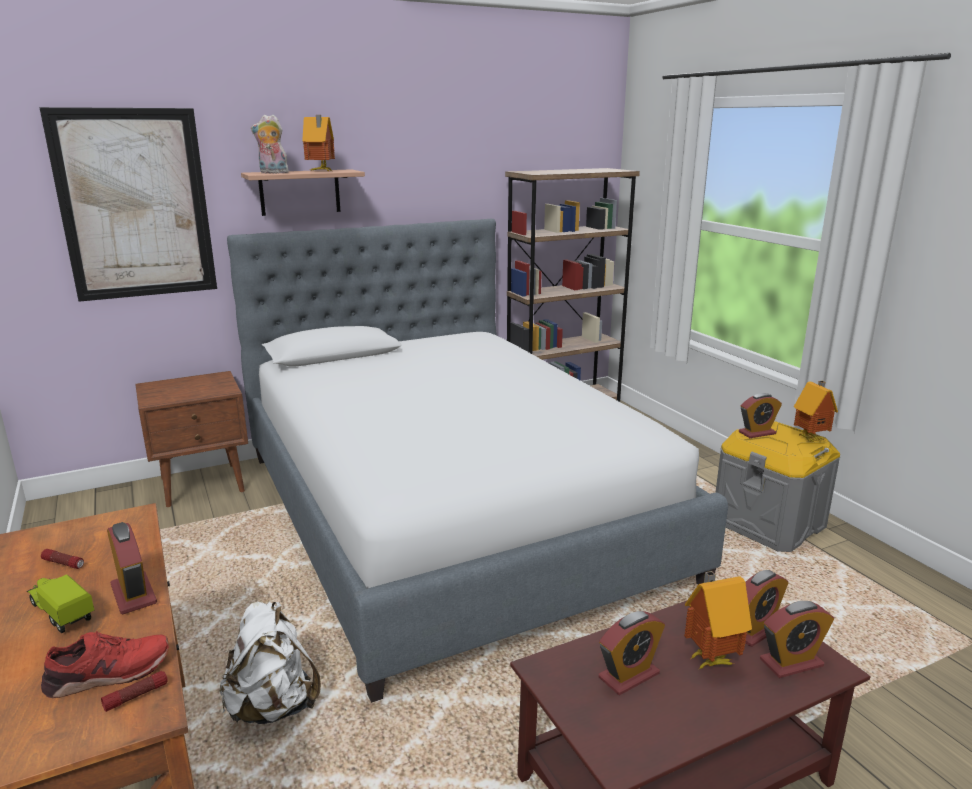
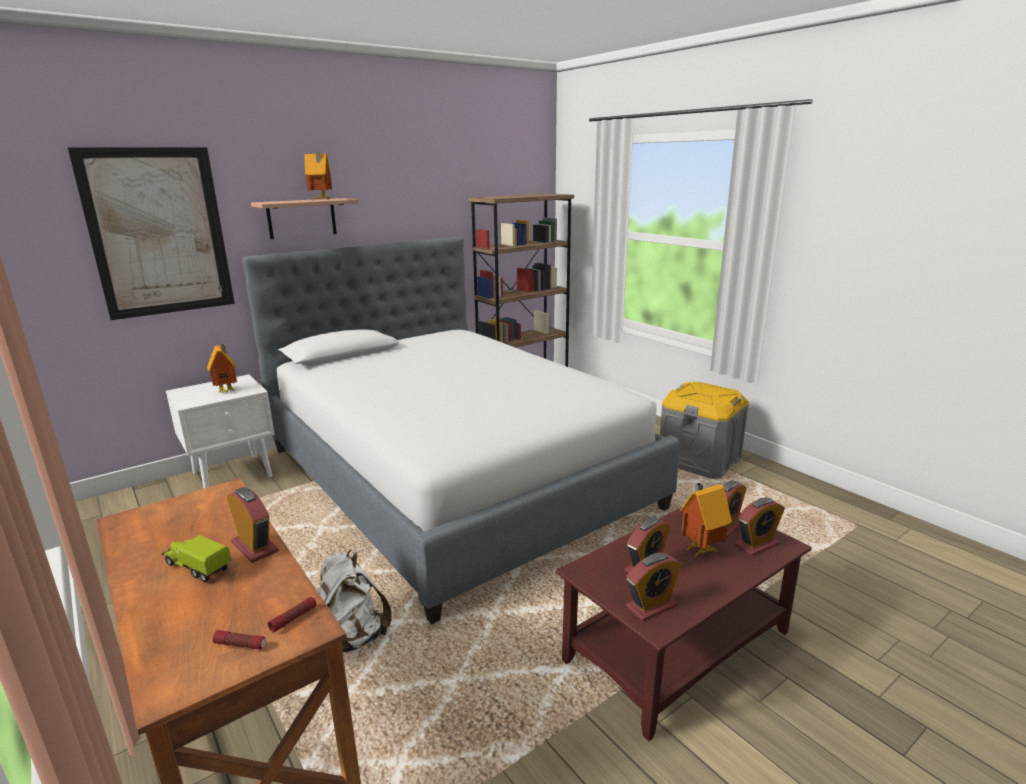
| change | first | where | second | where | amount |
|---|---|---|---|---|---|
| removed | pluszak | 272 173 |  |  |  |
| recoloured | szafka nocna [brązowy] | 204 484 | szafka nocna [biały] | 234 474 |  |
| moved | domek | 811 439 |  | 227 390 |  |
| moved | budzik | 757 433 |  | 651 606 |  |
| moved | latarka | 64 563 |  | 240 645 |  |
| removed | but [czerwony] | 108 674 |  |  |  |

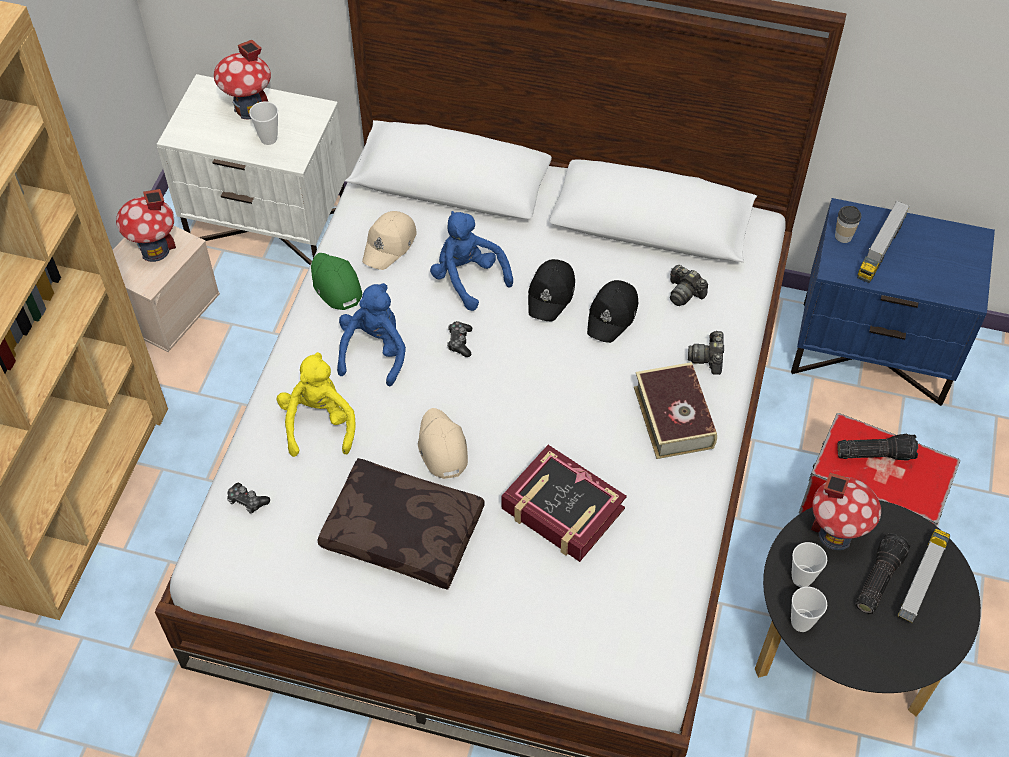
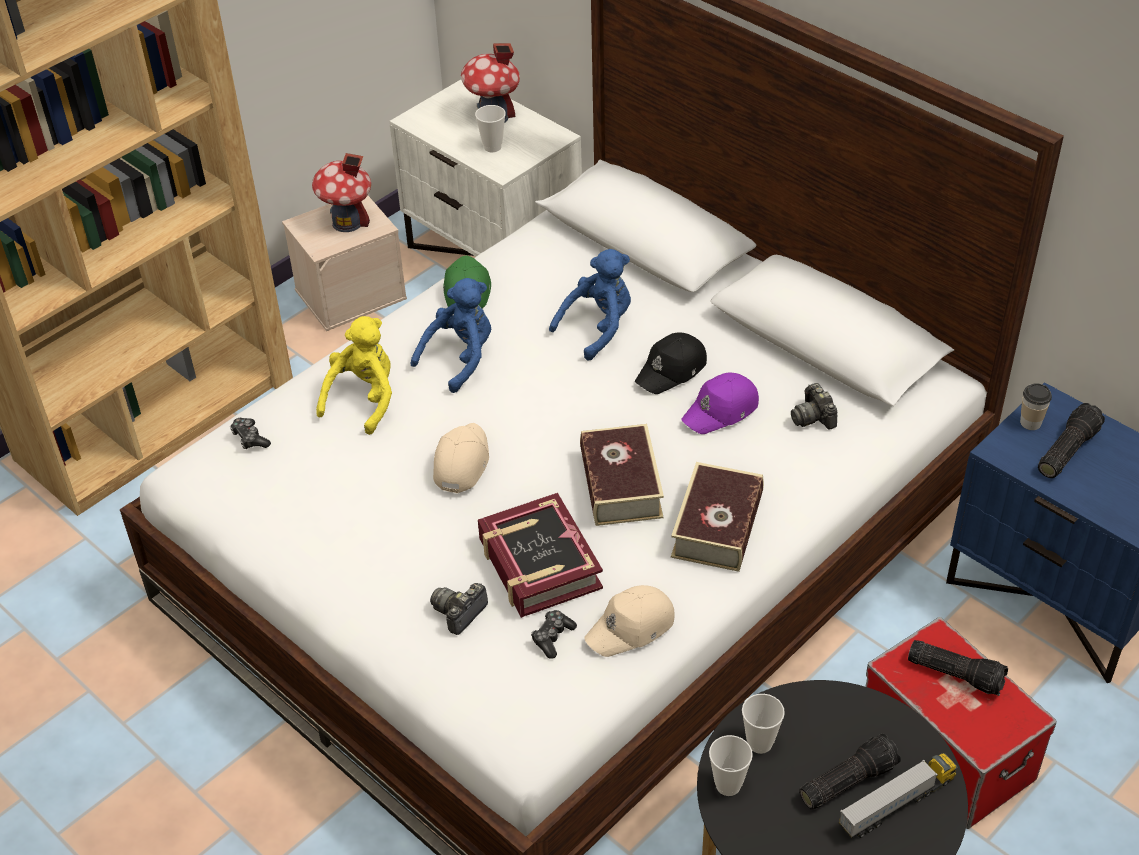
| change | first | where | second | where | amount |
|---|---|---|---|---|---|
| replaced | ciężarówka zabawkowa | 880 249 | latarka | 1066 450 |  |
| moved | czapka z daszkiem [beżowy] | 390 245 |  | 631 628 |  |
| turned | pluszak [niebieski] | 468 278 |  | 598 328 | 60 degrees clockwise |
| recoloured | czapka z daszkiem [czarny] | 612 315 | czapka z daszkiem [fioletowy] | 721 411 |  |
| moved | pad do gier | 459 342 |  | 552 637 |  |
| moved | aparat fotograficzny | 708 358 |  | 459 613 |  |
| removed | poduszka [brązowy] | 405 530 |  |  |  |
| removed | domek | 835 534 |  |  |  |
| added |  |  | książka | 621 485 |  |

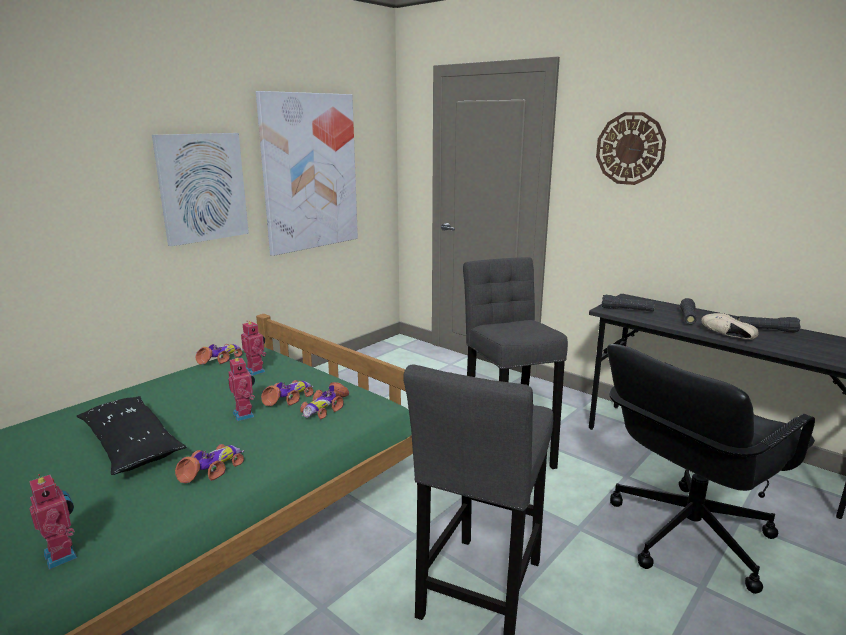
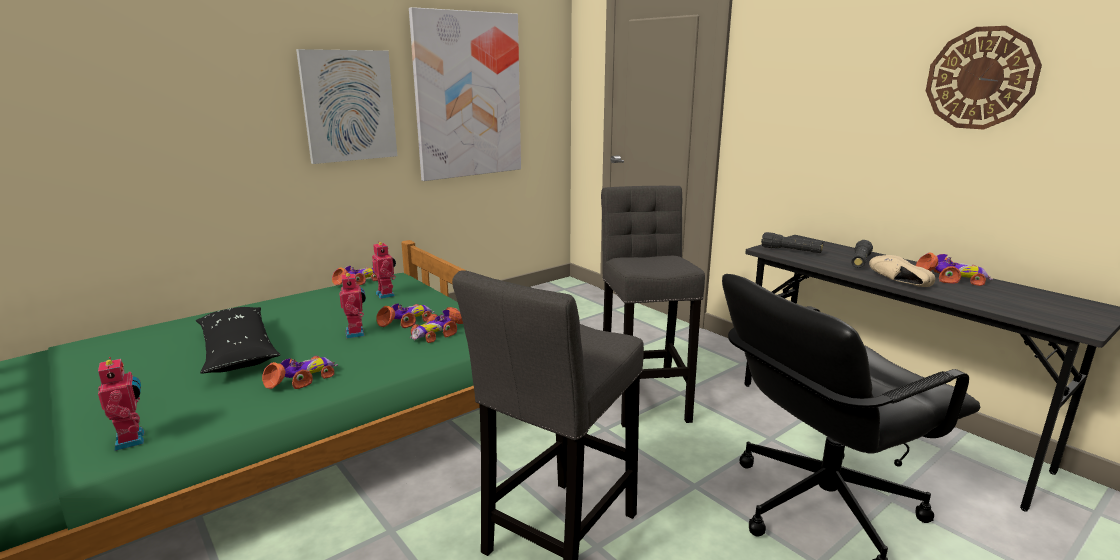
| change | first | where | second | where | amount |
|---|---|---|---|---|---|
| moved | zegar ścienny | 630 148 |  | 980 78 |  |
| replaced | latarka [czarny] | 766 330 | samochodzik | 951 279 |  |

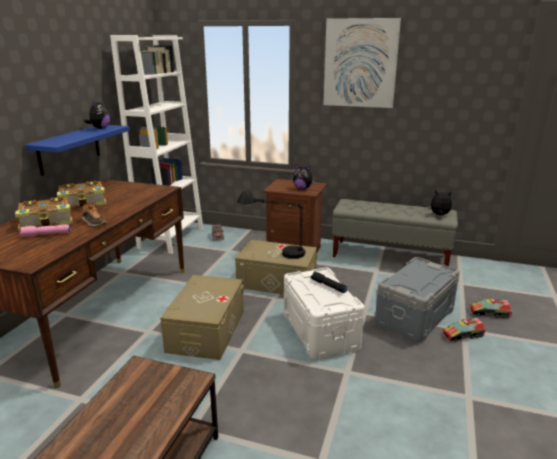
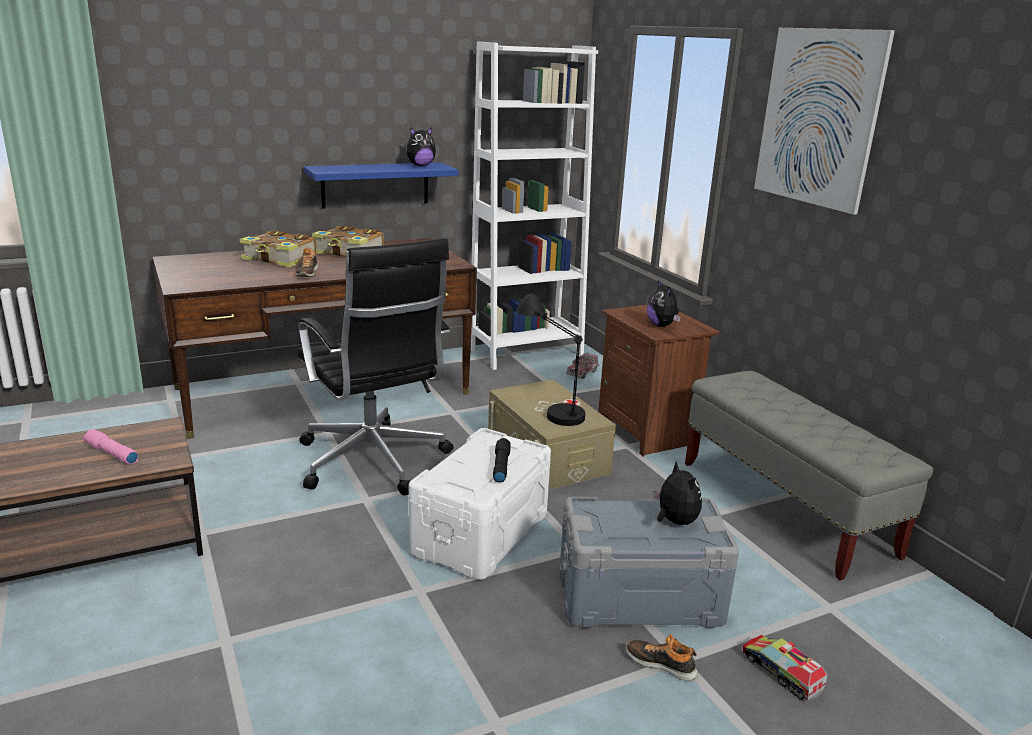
| change | first | where | second | where | amount |
|---|---|---|---|---|---|
| moved | pluszak | 439 215 |  | 674 522 |  |
| moved | latarka [różowy] | 46 235 |  | 111 454 |  |
| replaced | pojemnik do przechowywania [beżowy] | 206 330 | krzesło biurowe [czarny] | 373 462 |  |
| replaced | ciężarówka zabawkowa | 463 335 | but | 661 664 |  |

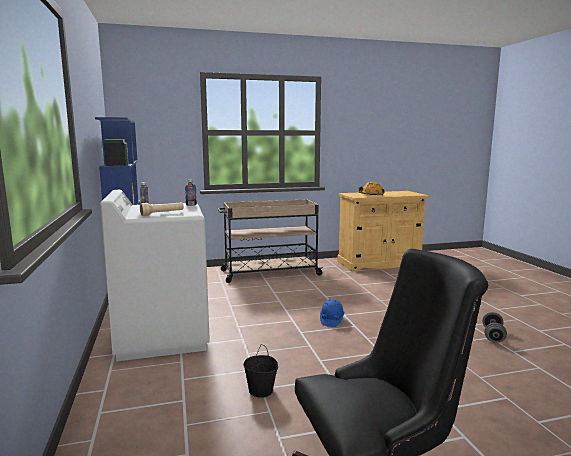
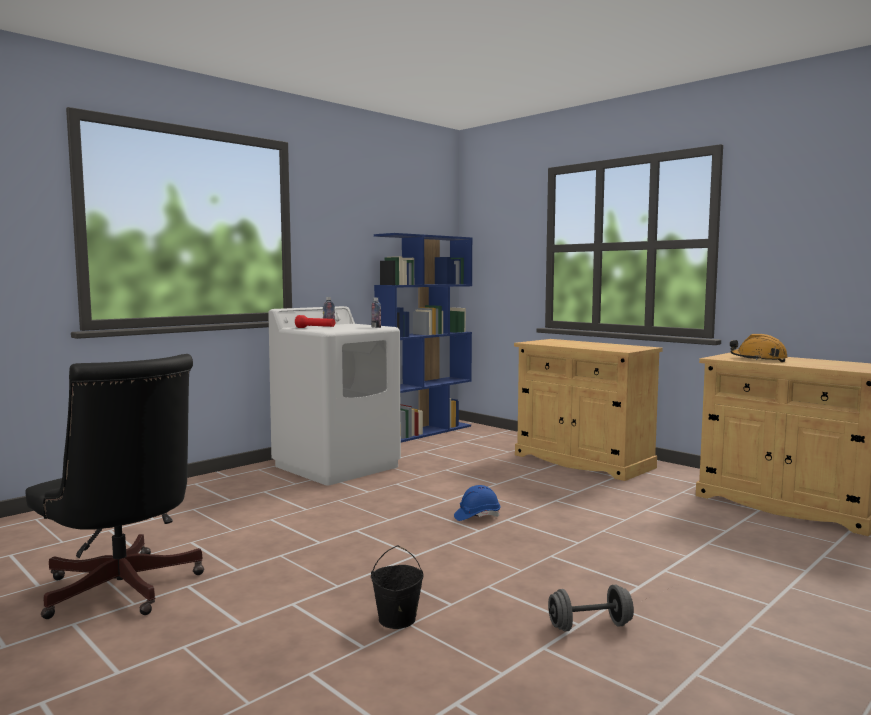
| change | first | where | second | where | amount |
|---|---|---|---|---|---|
| replaced | wózek [beżowy] | 269 273 | szafka [beżowy] | 583 461 |  |
| recoloured | latarka [beżowy] | 162 214 | latarka [czerwony] | 315 328 |  |
| moved | wiadro [czarny] | 261 391 |  | 397 620 |  |

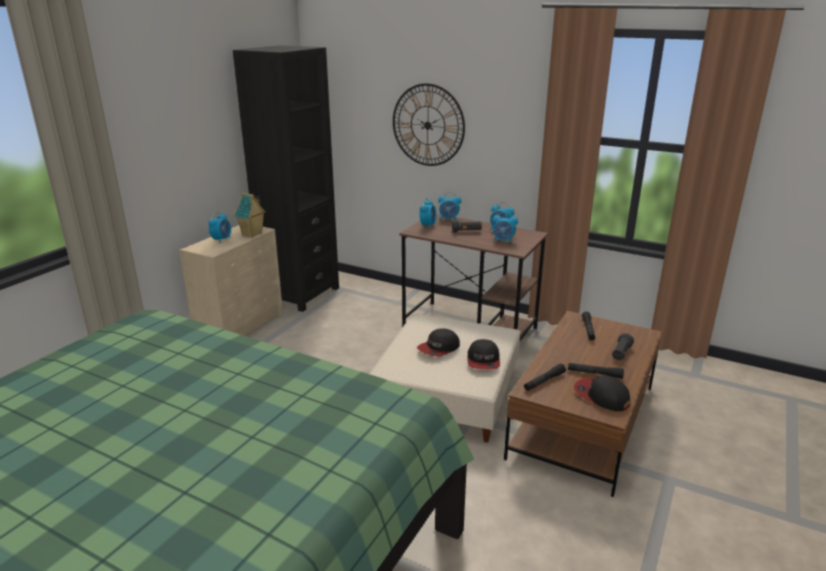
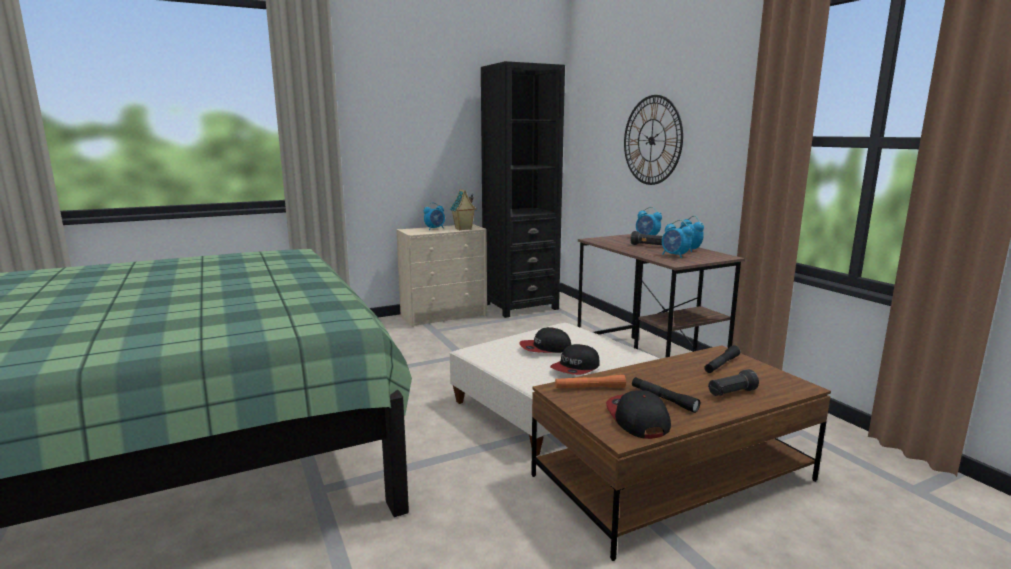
| change | first | where | second | where | amount |
|---|---|---|---|---|---|
| removed | budzik | 428 225 |  |  |  |
| recoloured | latarka [czarny] | 544 381 | latarka [pomarańczowy] | 589 388 |  |

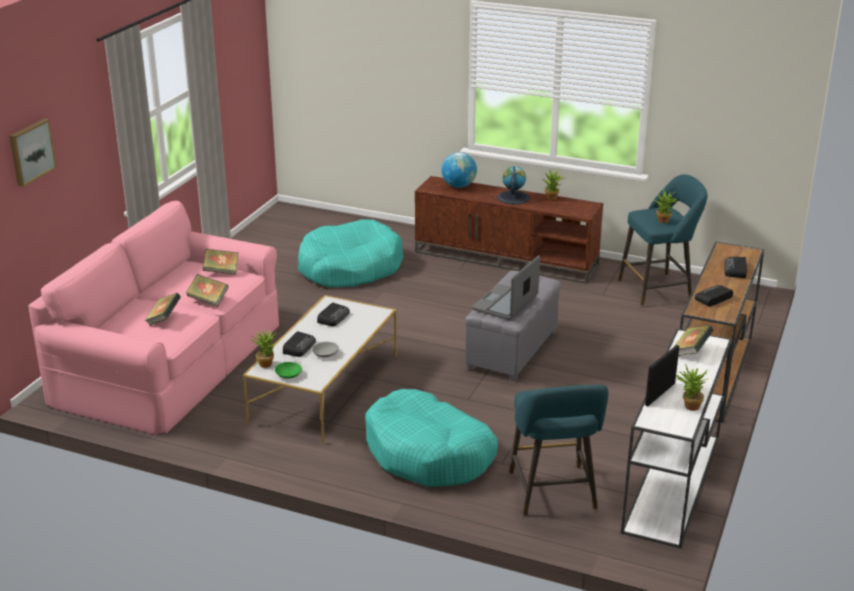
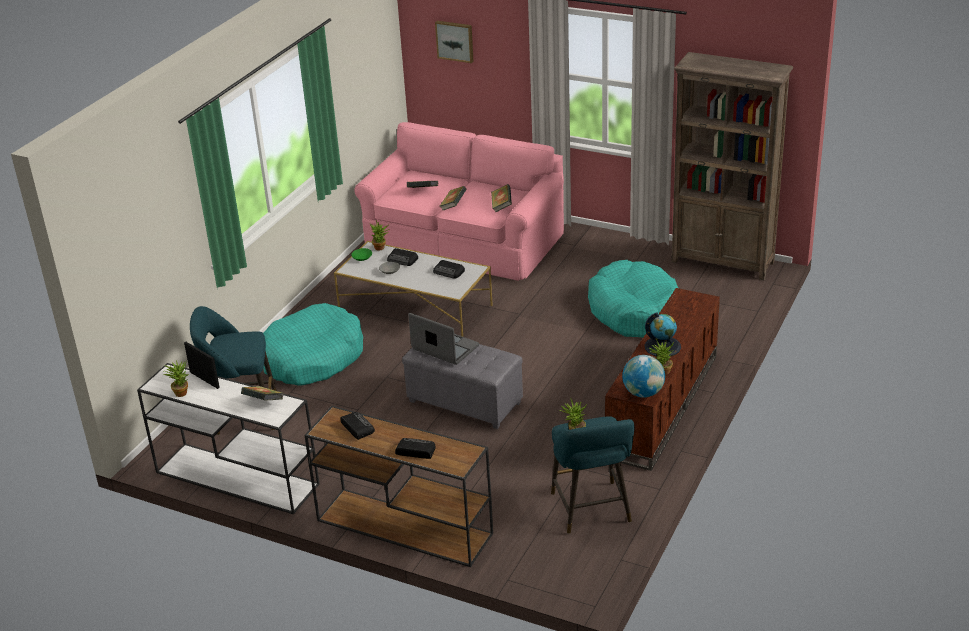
| change | first | where | second | where | amount |
|---|---|---|---|---|---|
| moved | globus | 459 186 |  | 643 393 |  |
| added |  |  | regał [brązowy] | 723 262 |  |

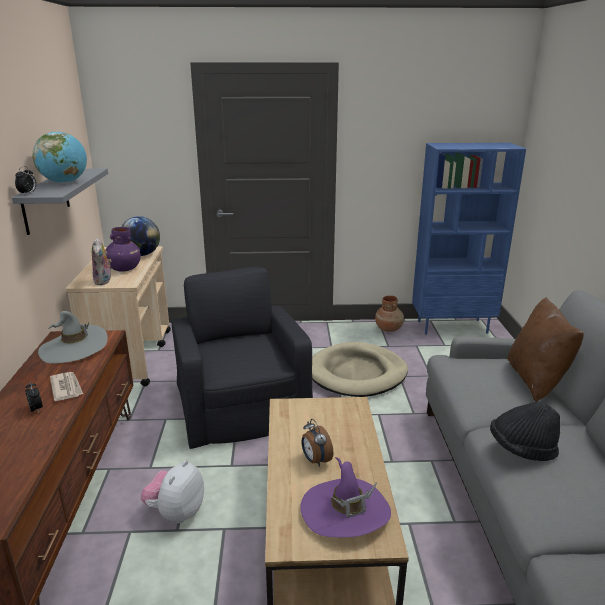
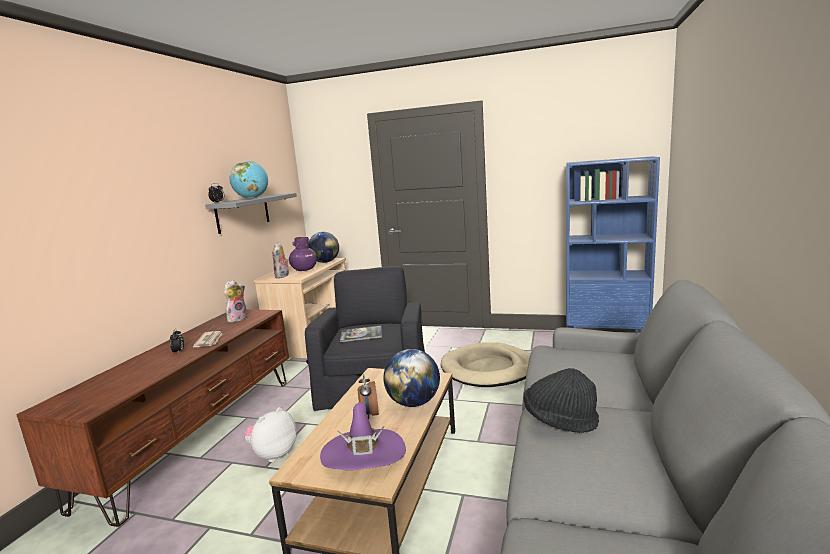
| change | first | where | second | where | amount |
|---|---|---|---|---|---|
| removed | wazon [brązowy] | 389 328 |  |  |  |
| removed | poduszka [brązowy] | 536 380 |  |  |  |
| replaced | kapelusz [szary] | 74 348 | pluszak | 237 319 |  |
| added |  |  | książka | 361 334 |  |
| added |  |  | globus | 413 403 |  |

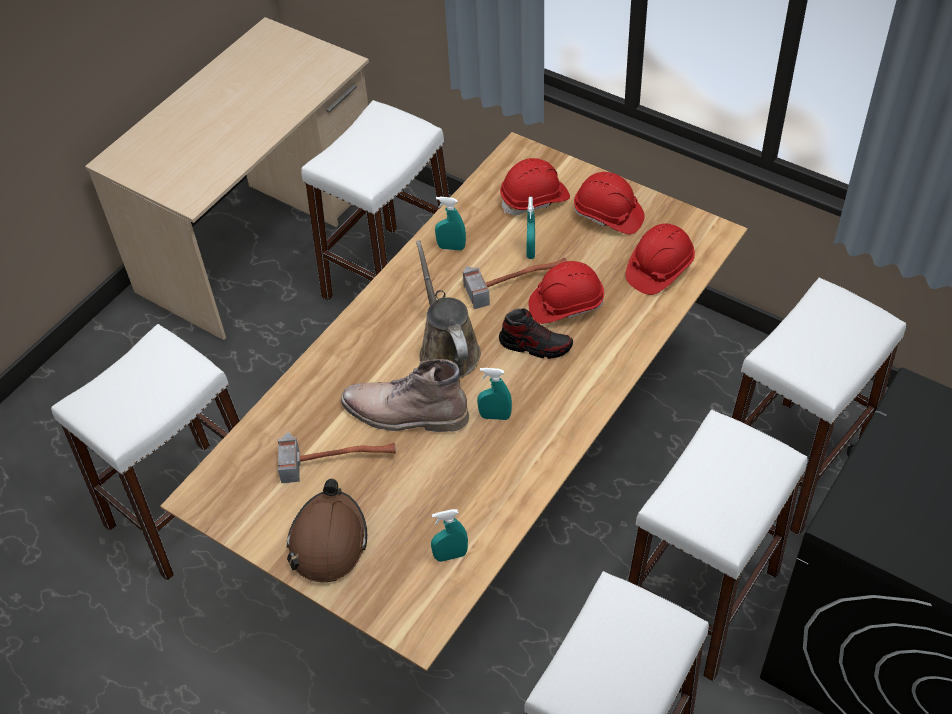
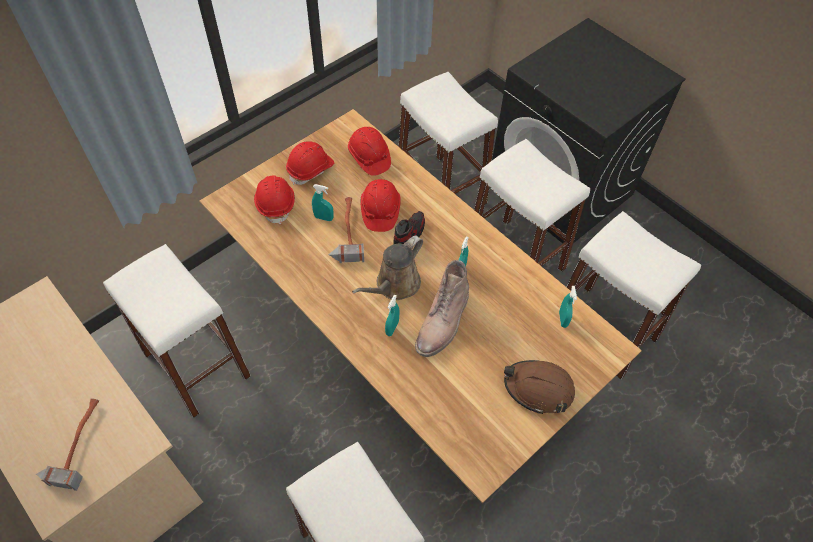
| change | first | where | second | where | amount |
|---|---|---|---|---|---|
| moved | spryskiwacz [turkusowy] | 451 247 |  | 392 328 |  |
| turned | konewka [brązowy] | 447 349 |  | 395 285 | 45 degrees counterclockwise |
| moved | młotek | 338 455 |  | 75 443 |  |

